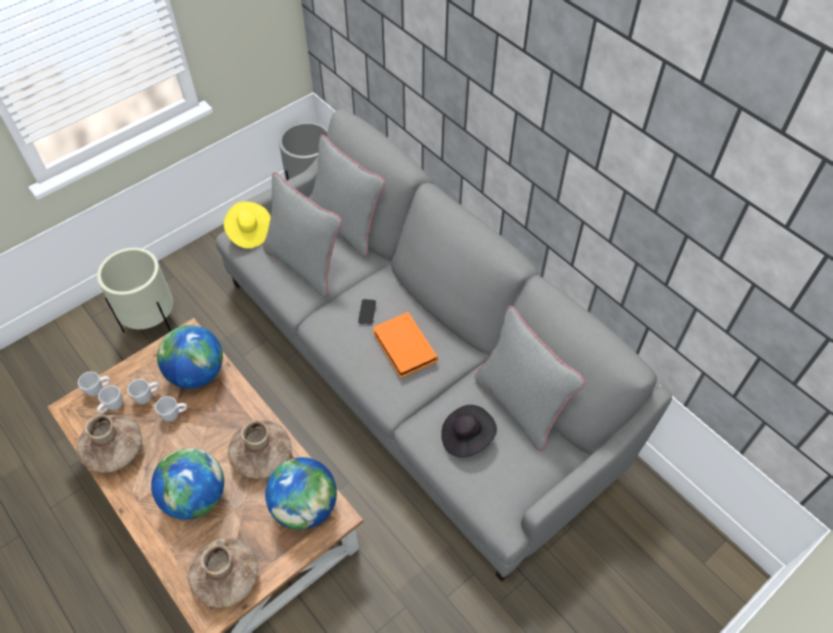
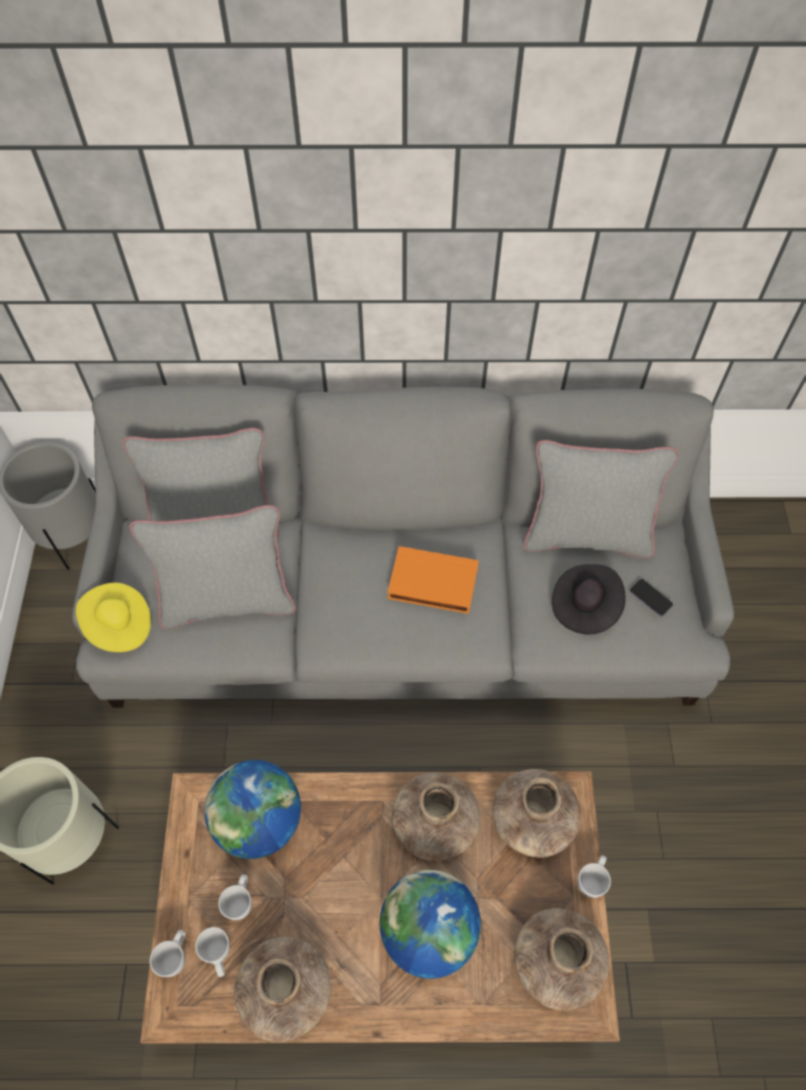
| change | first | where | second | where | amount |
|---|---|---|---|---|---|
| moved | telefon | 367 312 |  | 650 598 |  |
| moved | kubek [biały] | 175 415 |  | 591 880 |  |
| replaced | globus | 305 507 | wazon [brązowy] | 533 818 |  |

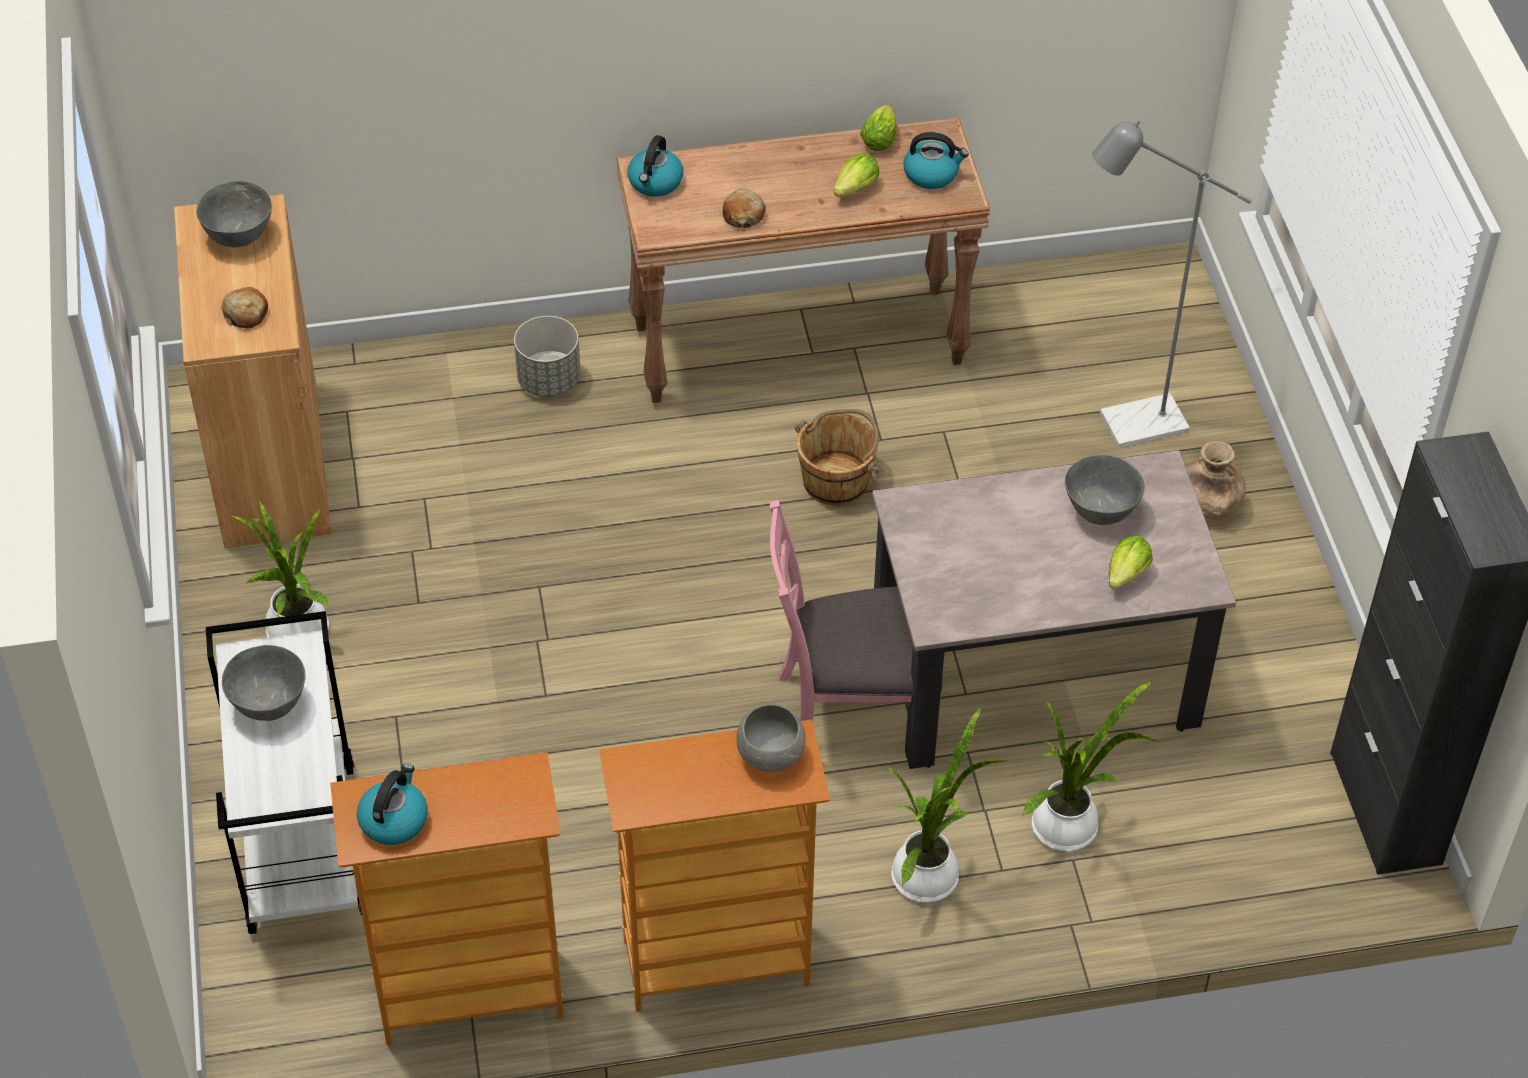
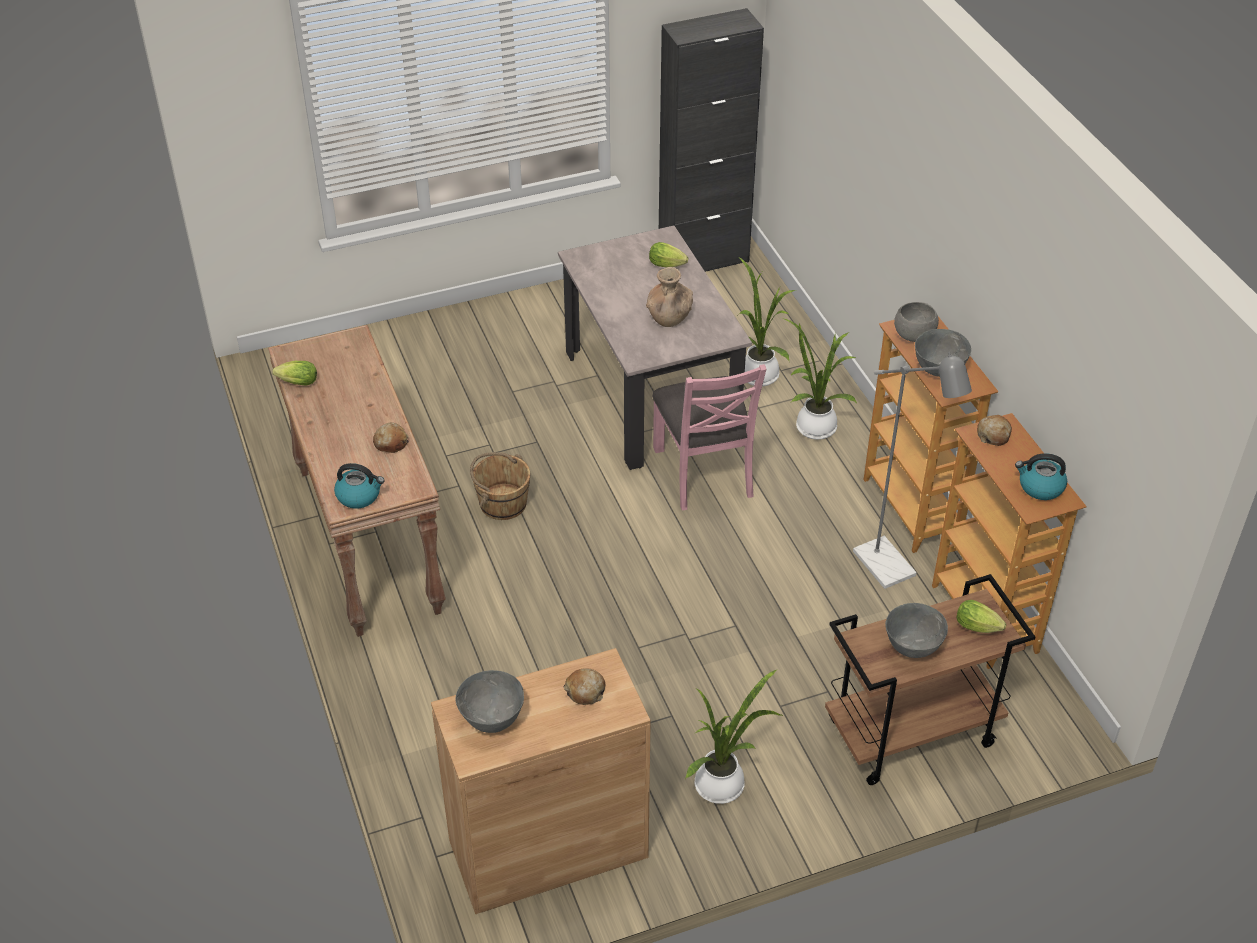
| change | first | where | second | where | amount |
|---|---|---|---|---|---|
| moved | lampa stojąca [szary] | 1129 426 |  | 891 571 |  |
| removed | czajnik | 932 174 |  |  |  |
| moved | sałata | 853 191 |  | 979 628 |  |
| removed | donica [szary] | 549 381 |  |  |  |
| moved | wazon [brązowy] | 1208 505 |  | 669 318 |  |
| moved | miska [szary] | 1101 511 |  | 938 369 |  |
| recoloured | wózek [biały] | 300 847 | wózek [brązowy] | 910 735 |  |
| added |  |  | chleb | 993 435 |  |

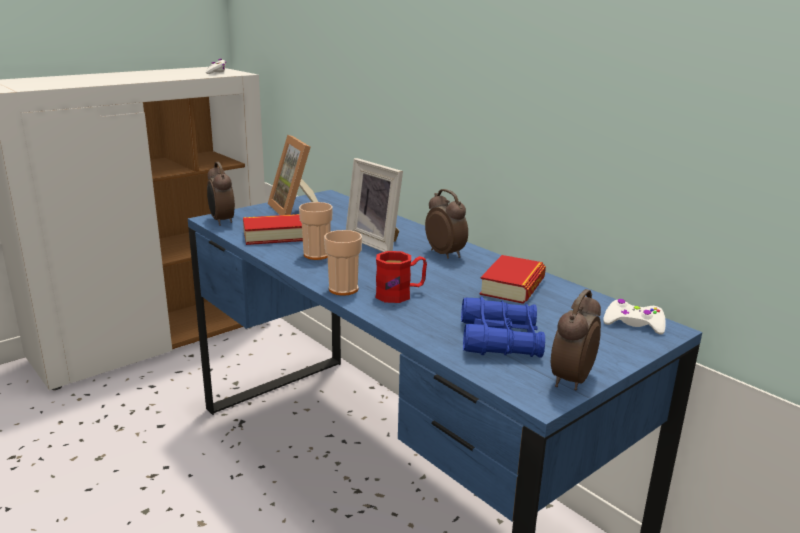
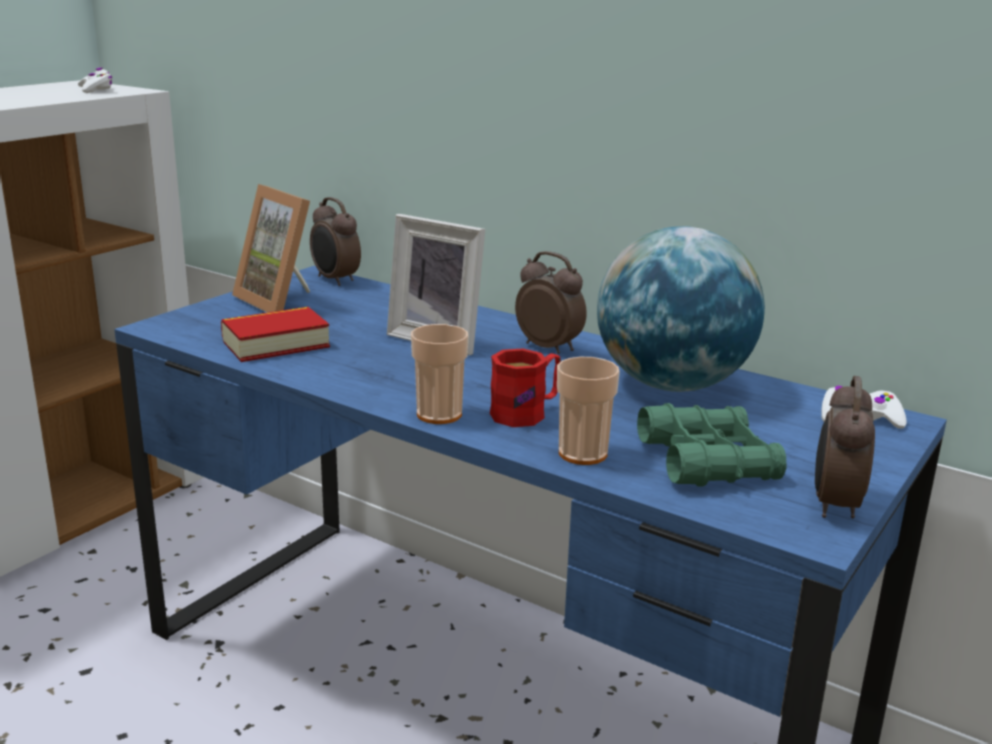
| change | first | where | second | where | amount |
|---|---|---|---|---|---|
| moved | budzik | 221 221 |  | 335 280 |  |
| moved | filiżanka | 316 255 |  | 582 454 |  |
| replaced | książka | 512 286 | globus | 672 385 |  |
| recoloured | lornetka [niebieski] | 500 339 | lornetka [zielony] | 707 461 |  |

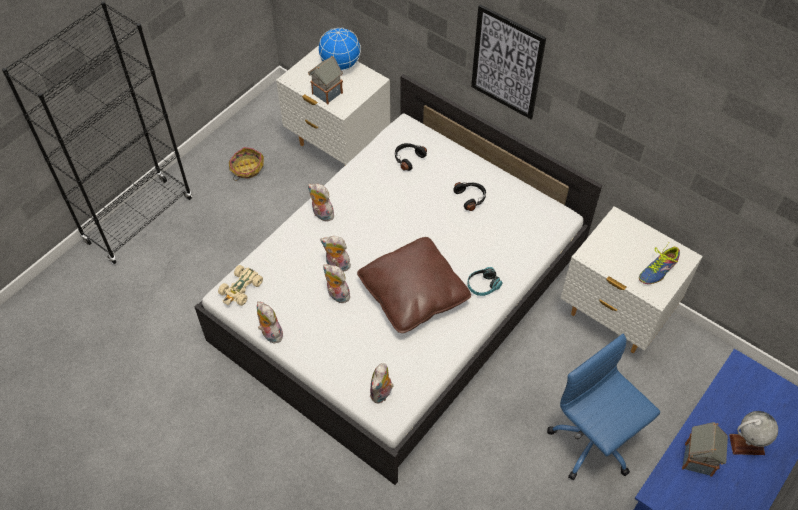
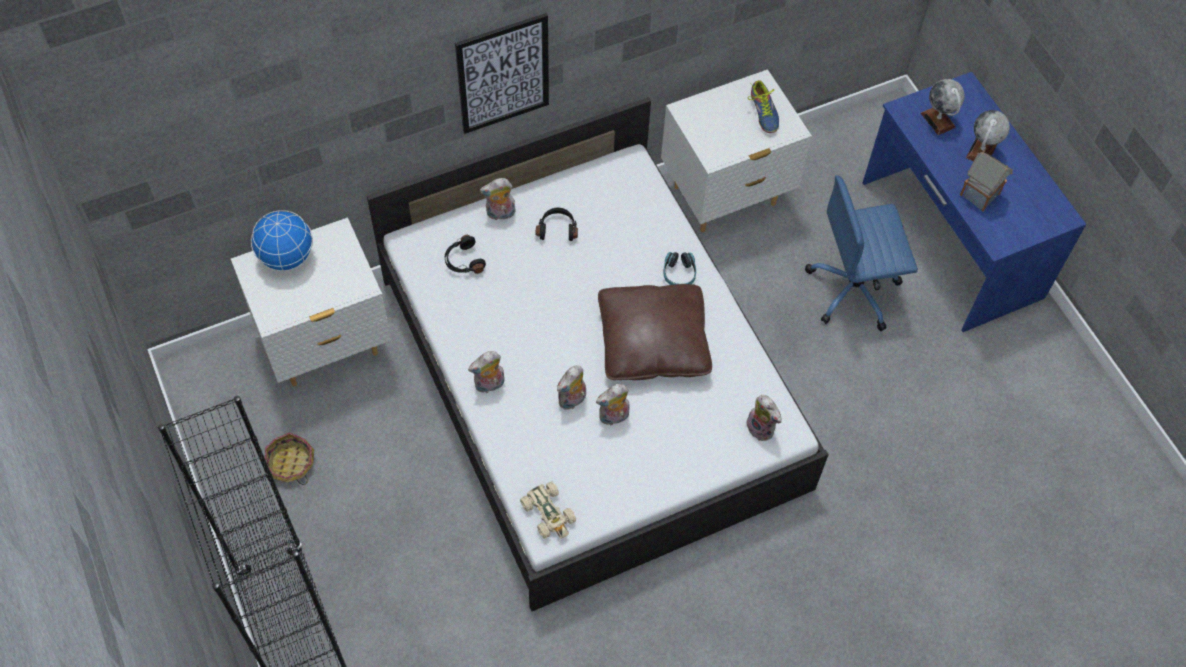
| change | first | where | second | where | amount |
|---|---|---|---|---|---|
| removed | domek | 327 94 |  |  |  |
| moved | pluszak | 270 334 |  | 500 214 |  |
| added |  |  | globus | 938 120 |  |

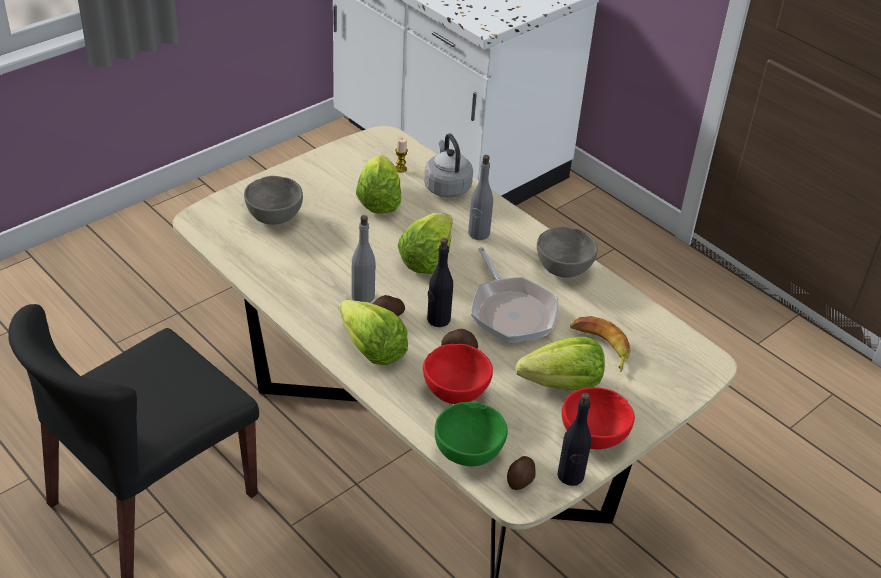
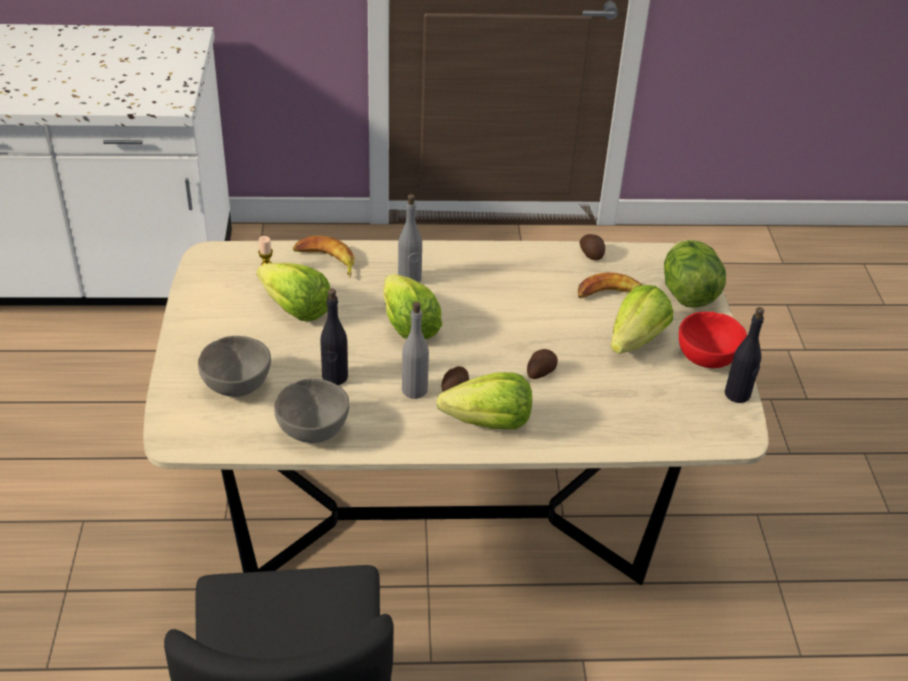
| change | first | where | second | where | amount |
|---|---|---|---|---|---|
| replaced | czajnik [szary] | 446 186 | banan | 326 261 |  |
| moved | miska [szary] | 564 268 |  | 312 429 |  |
| moved | butelka [czarny] | 438 319 |  | 335 377 |  |
| removed | patelnia | 511 311 |  |  |  |
| removed | miska [czerwony] | 456 391 |  |  |  |
| removed | miska [zielony] | 469 453 |  |  |  |
| moved | ziemniak | 521 480 |  | 591 254 |  |
| added |  |  | sałata | 687 294 |  |

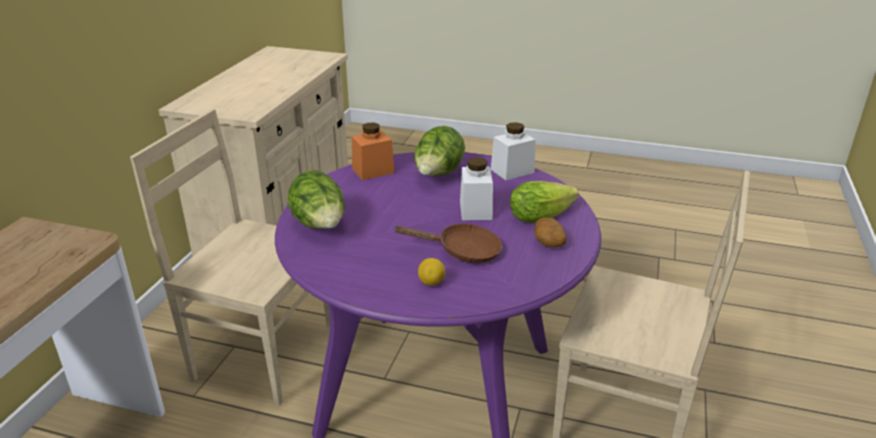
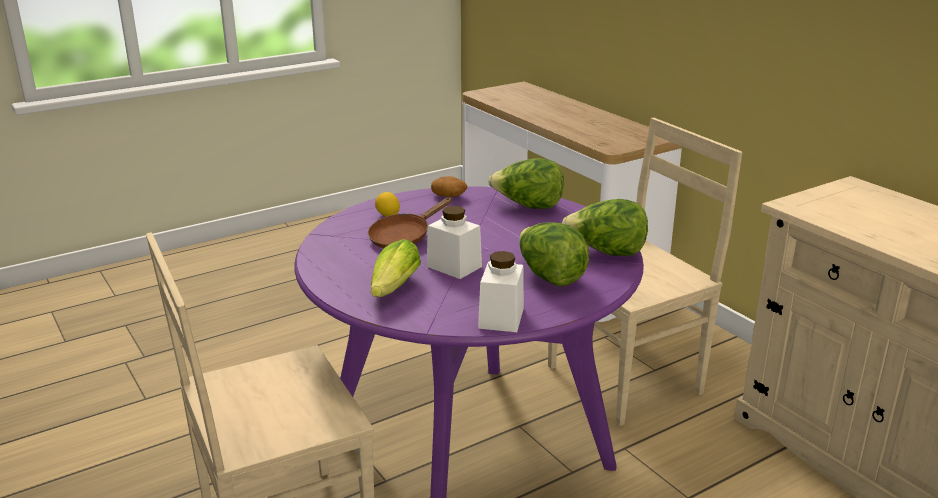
| change | first | where | second | where | amount |
|---|---|---|---|---|---|
| replaced | słoik [pomarańczowy] | 373 171 | sałata | 606 253 |  |
| moved | ziemniak | 548 242 |  | 449 196 |  |

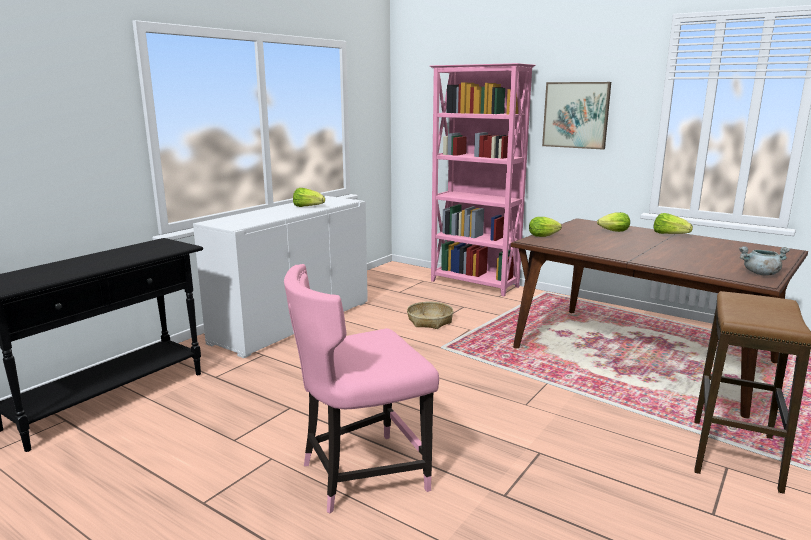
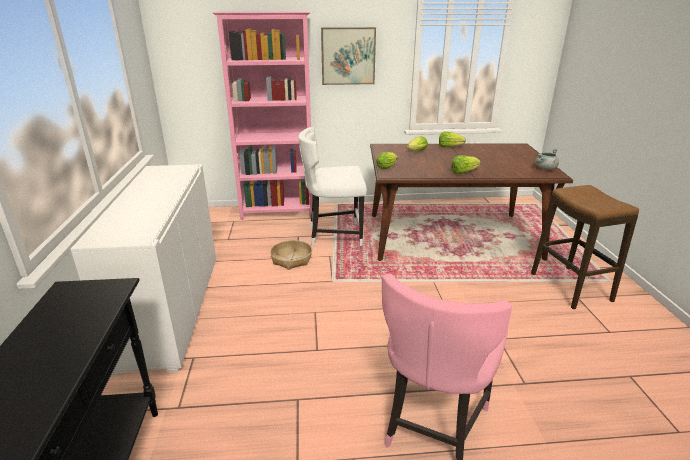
| change | first | where | second | where | amount |
|---|---|---|---|---|---|
| moved | sałata | 308 207 |  | 463 172 |  |
| added |  |  | krzesło [biały] | 334 235 |  |

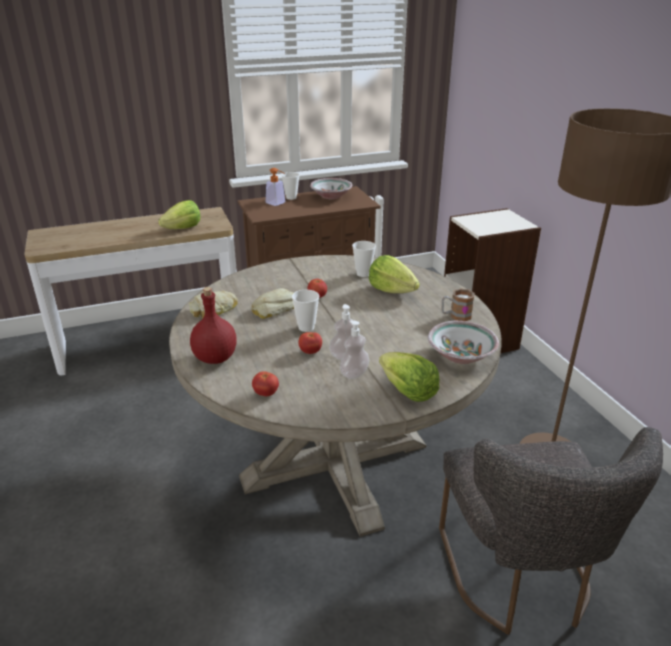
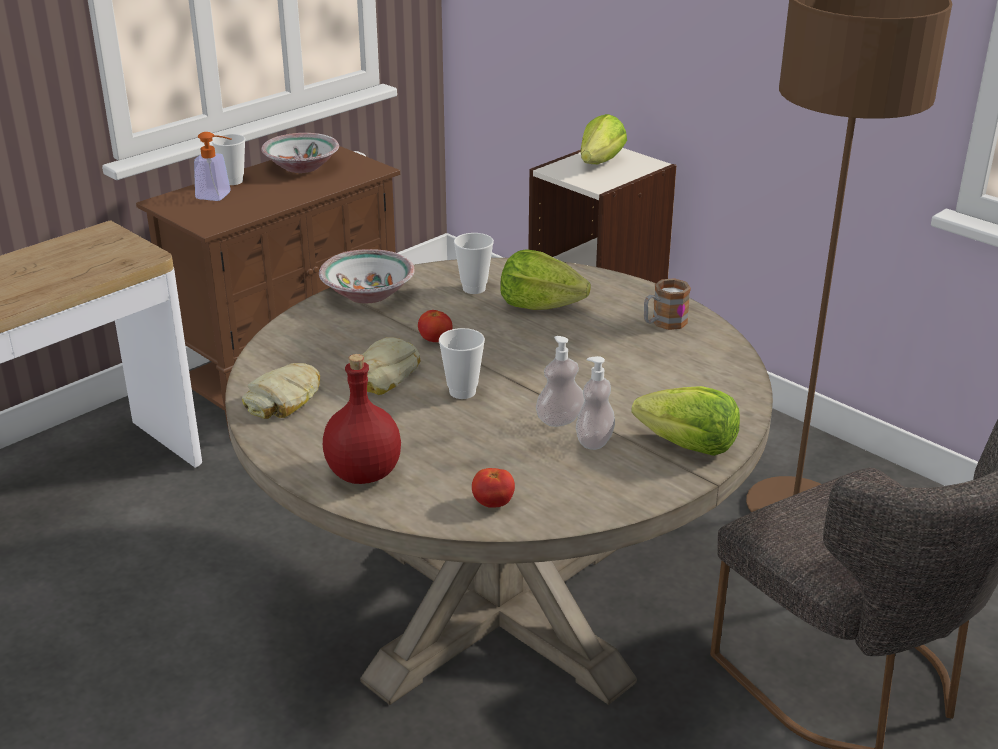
| change | first | where | second | where | amount |
|---|---|---|---|---|---|
| moved | sałata | 183 228 |  | 600 162 |  |
| moved | miska | 460 355 |  | 367 293 |  |
| removed | pomidor | 310 352 |  |  |  |

